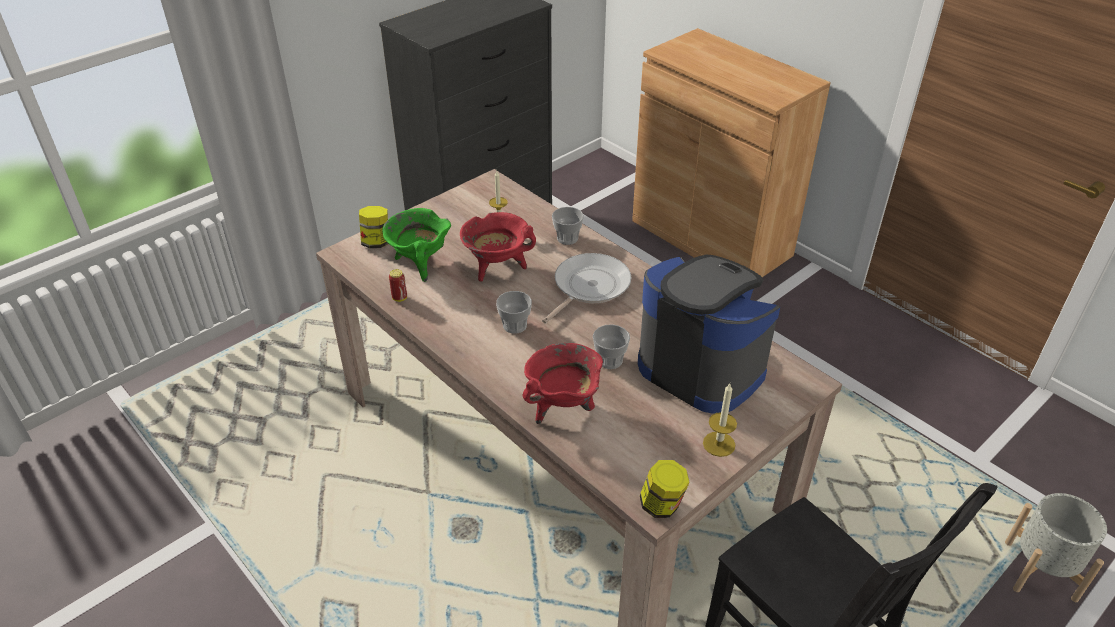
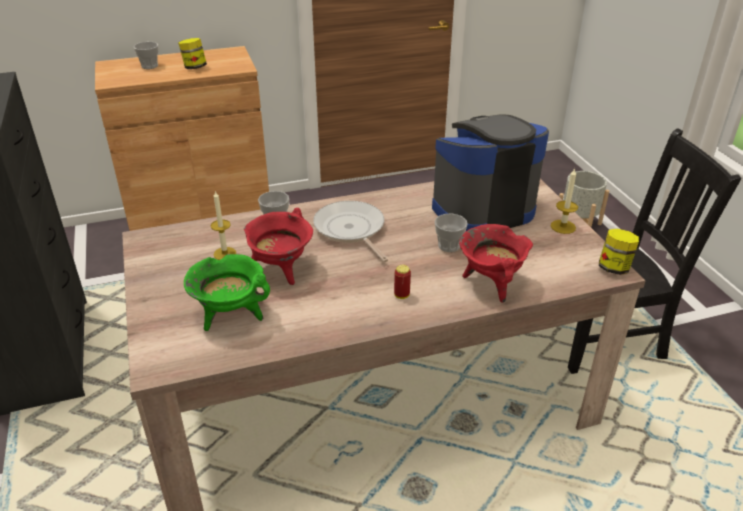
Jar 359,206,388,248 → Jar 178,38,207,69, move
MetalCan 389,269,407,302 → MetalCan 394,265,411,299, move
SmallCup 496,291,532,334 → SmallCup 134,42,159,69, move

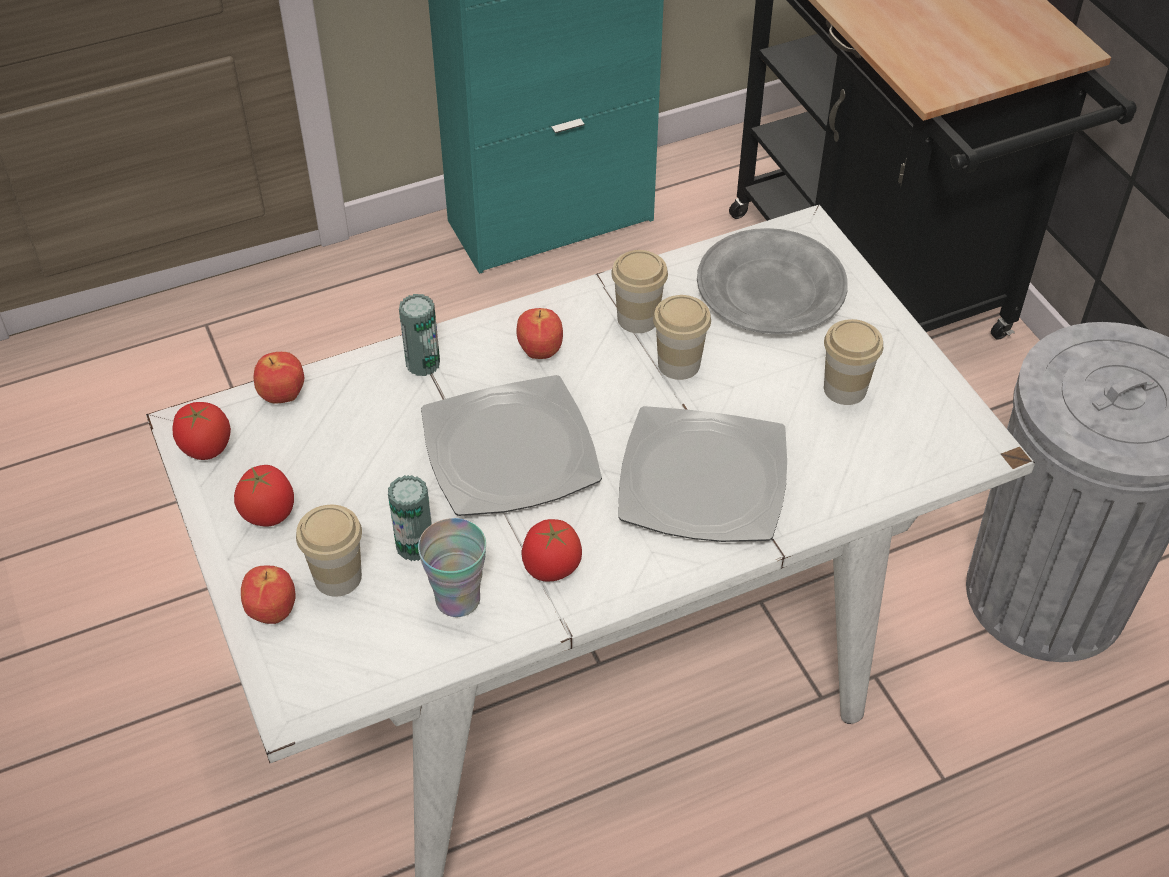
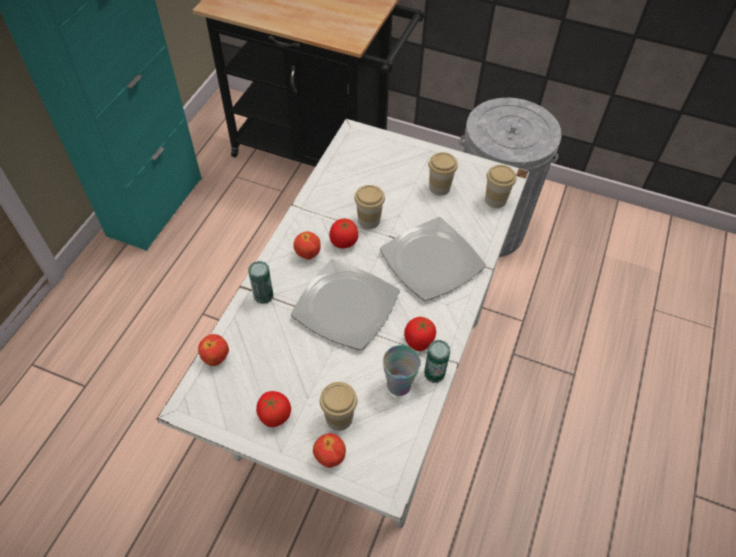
GrayDinnerPlate 697,228,848,334 → -
SmallCup 611,250,668,333 → SmallCup 485,165,516,208, move
WholeTomato 172,402,231,460 → WholeTomato 329,219,358,248, move
MetalCan 388,475,432,561 → MetalCan 424,340,450,383, move

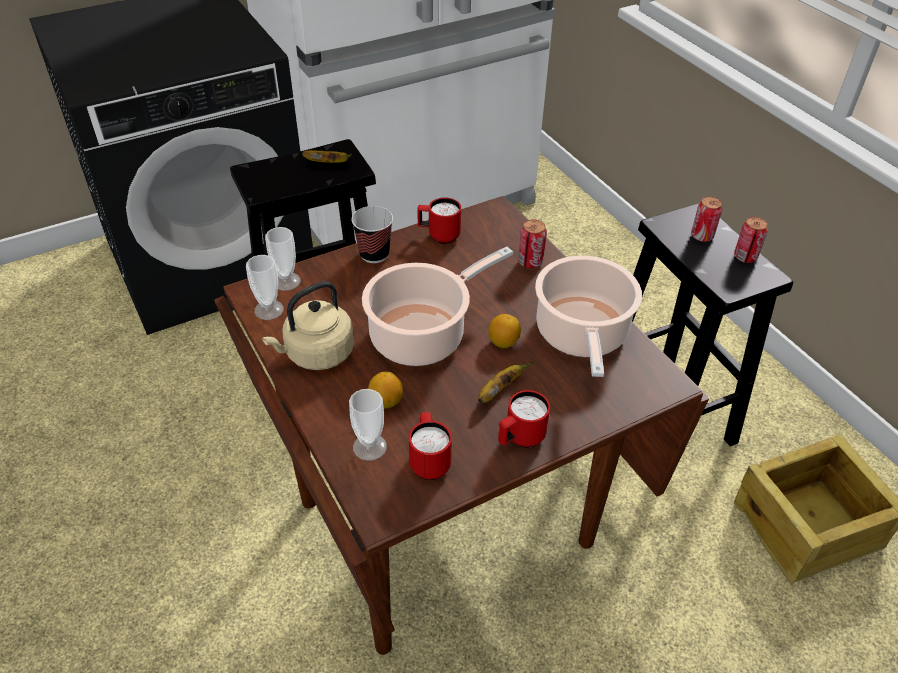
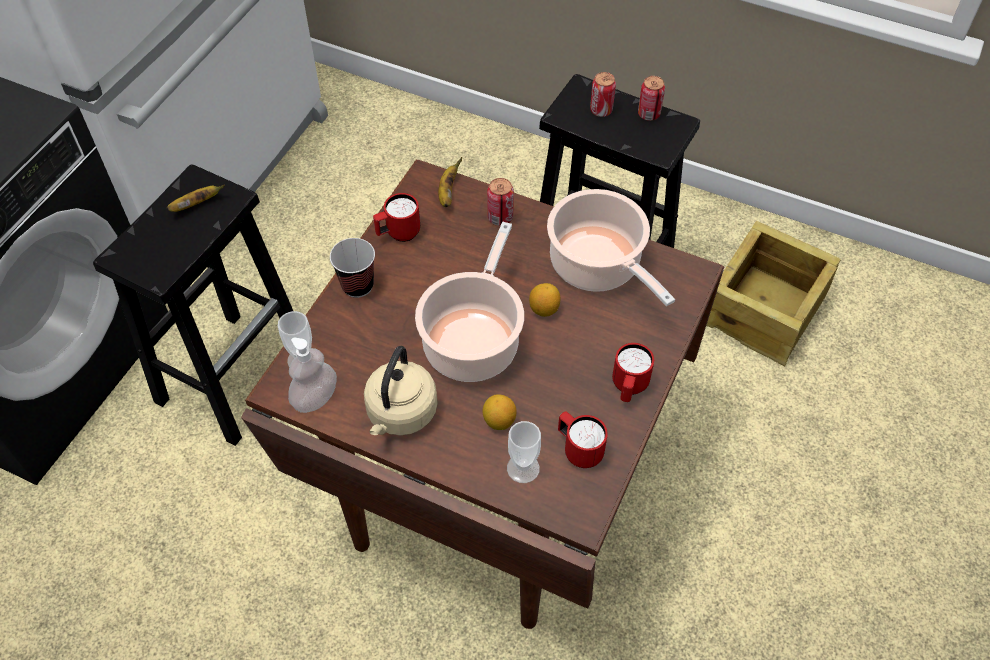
SmallCup 246,255,284,320 → LiquidSoapBottle 288,338,337,413
Banana 478,361,533,403 → Banana 438,157,462,207, move

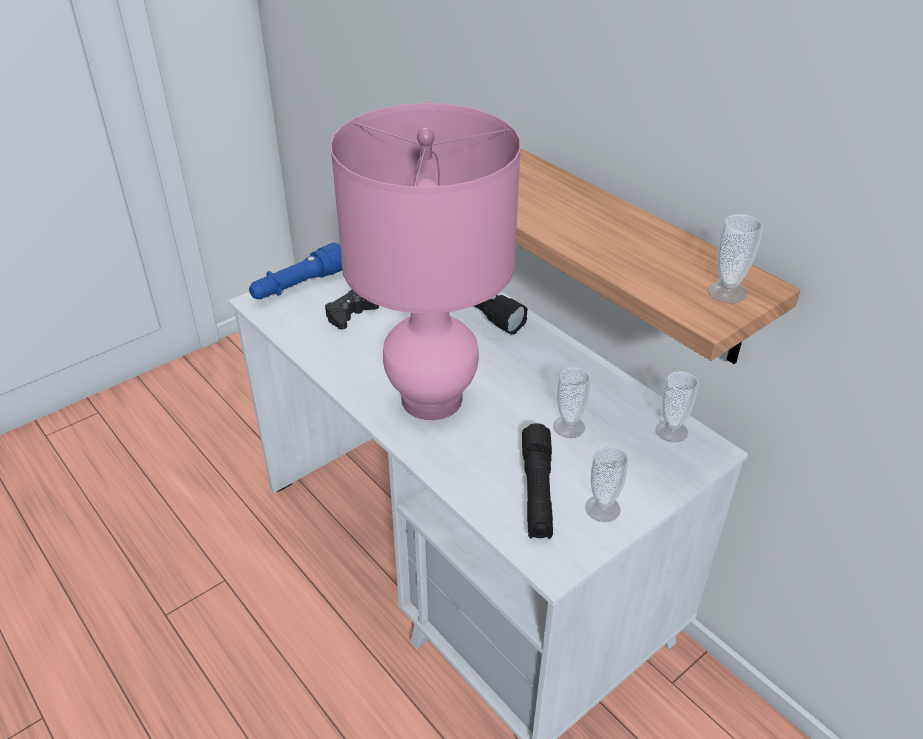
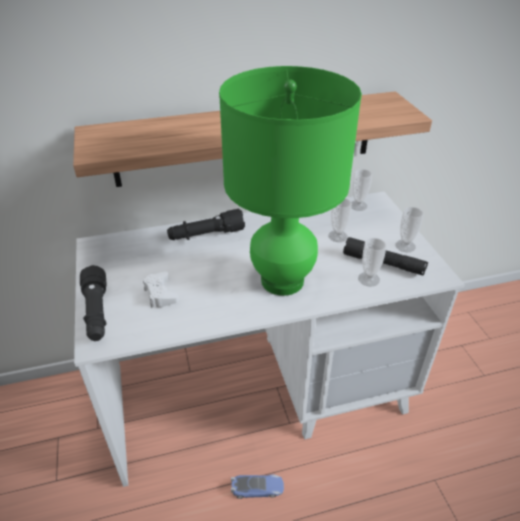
PinkishLampForATable 330,103,521,420 → GreenishLampForATable 219,66,362,296
SmallCup 708,214,763,303 → SmallCup 358,238,386,287, move
BlueColouredFlashlight 249,243,342,299 → BlackFlashlight 80,265,107,341
BlackGamepad 325,289,379,329 → WhiteGamepad 143,271,179,308
- → ToyCar 231,474,284,499

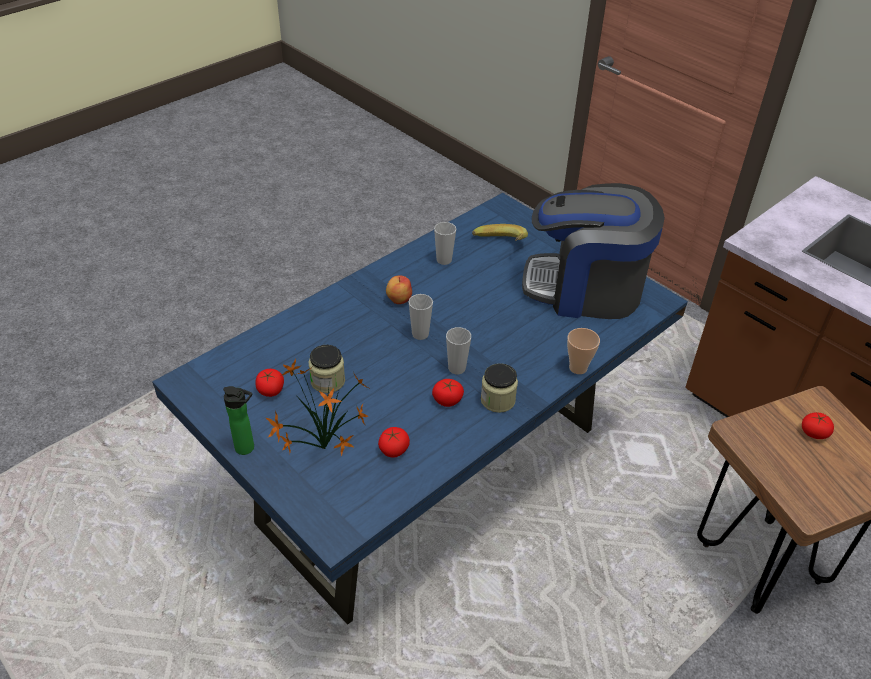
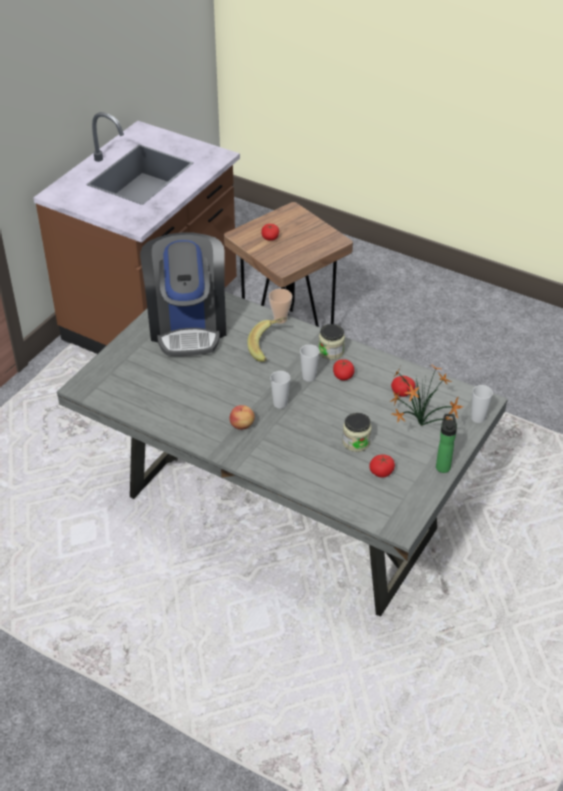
BlueColouredDiningTable 152,193,688,625 → GrayDiningTable 57,292,508,617
SmallCup 434,222,456,265 → SmallCup 471,385,493,423, move
Banana 472,224,528,241 → Banana 247,317,287,362, move

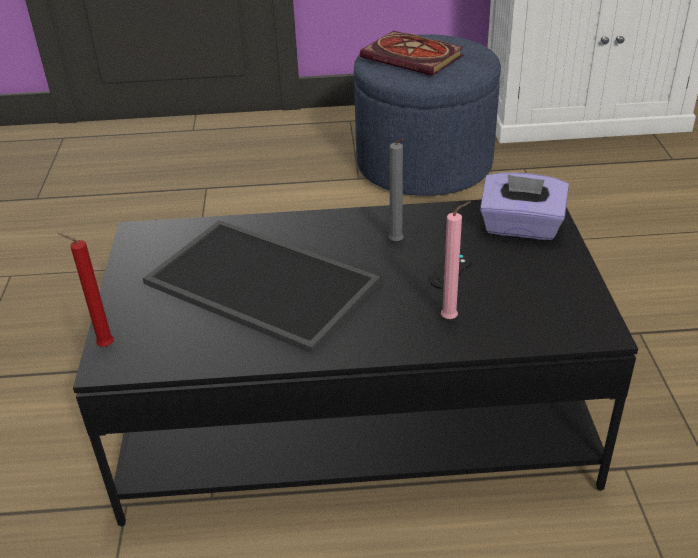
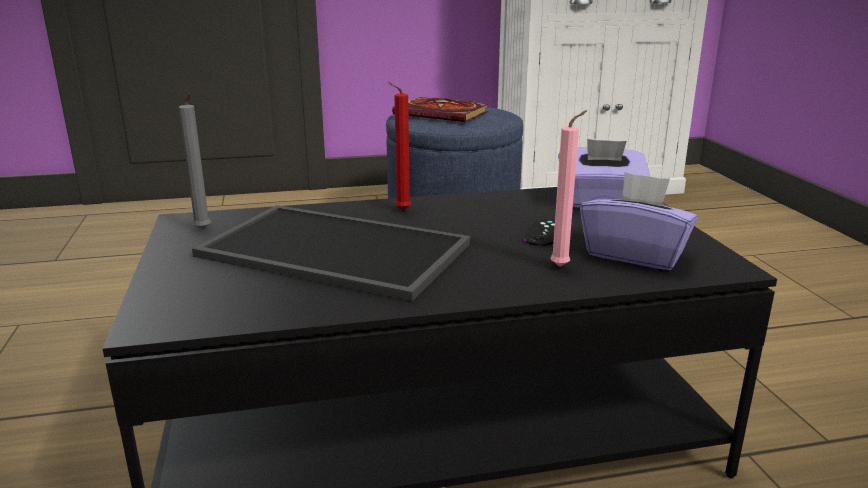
GrayWaxCandle 388,139,404,242 → GrayWaxCandle 179,93,211,230, move
ReddishWaxCandle 58,233,114,347 → ReddishWaxCandle 387,81,411,210, move
- → PurpleColouredTissueBox 580,172,698,270

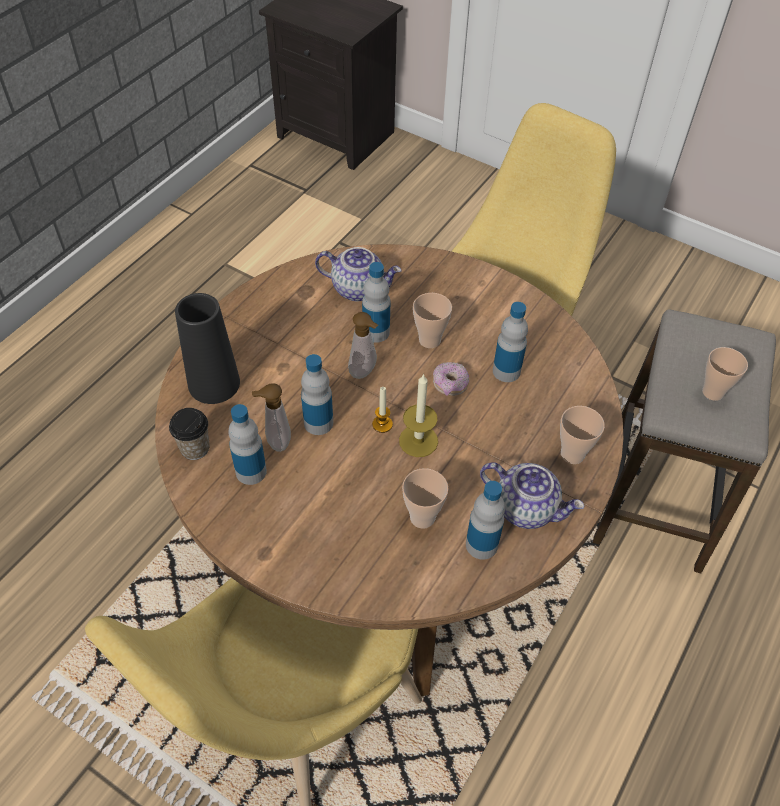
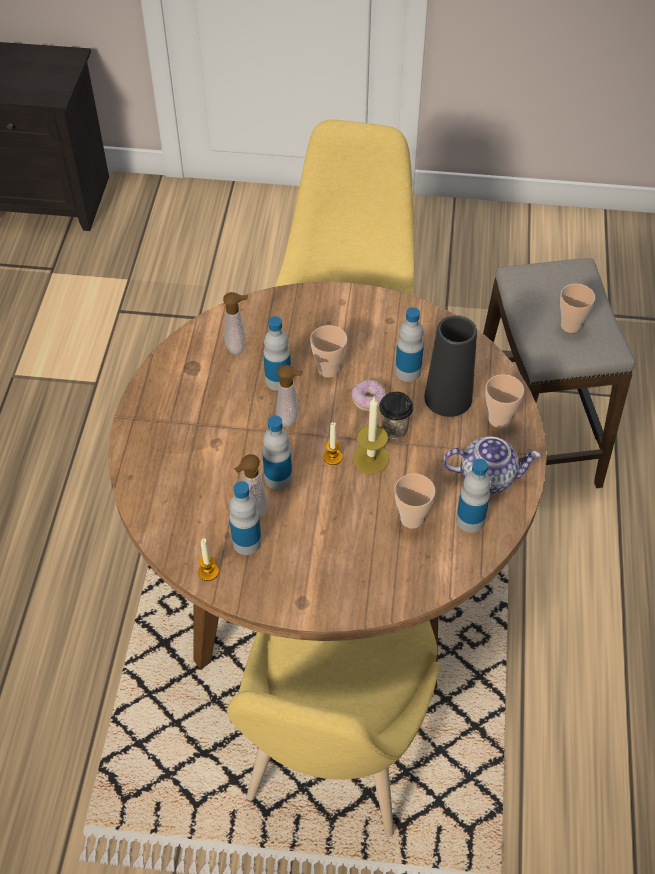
Teapot 315,247,402,302 → LiquidSoapBottle 223,292,248,355
BlackDecorativeVase 175,293,240,404 → BlackDecorativeVase 424,315,477,417, move
SmallCup 169,408,210,460 → SmallCup 379,392,413,439, move
- → WaxCandle 198,538,219,581

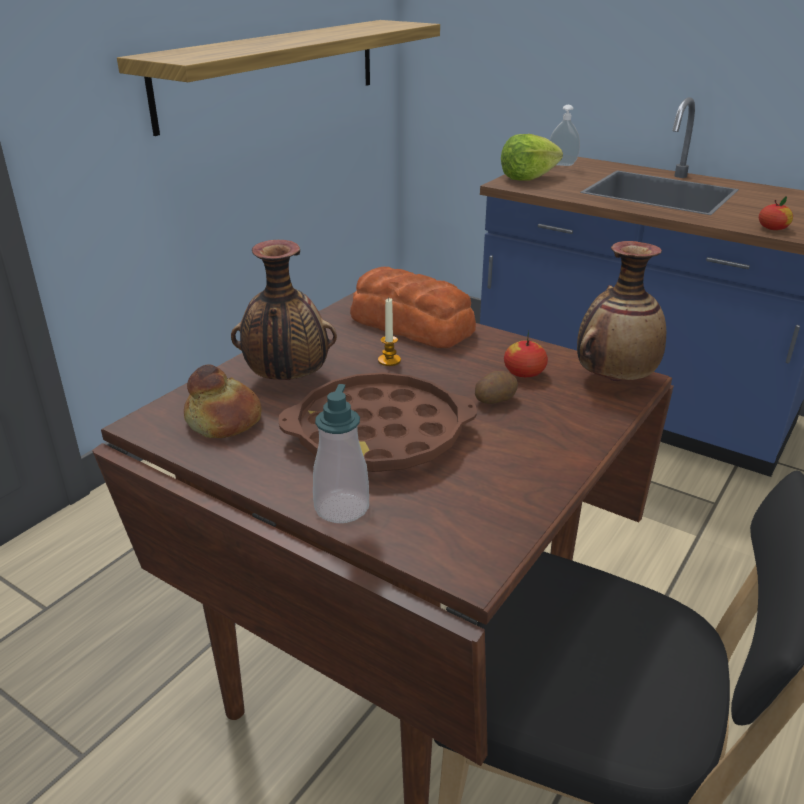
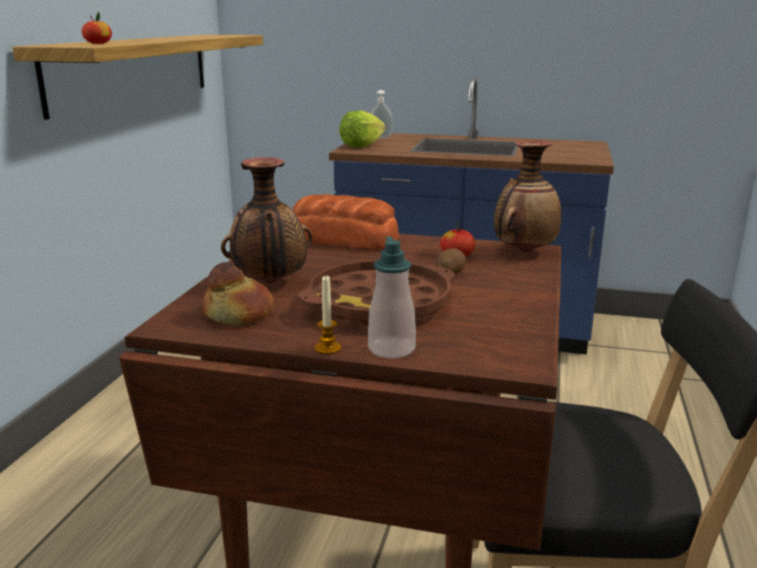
WholeApple 759,196,793,230 → WholeApple 82,12,112,44, move
WaxCandle 378,298,401,366 → WaxCandle 315,276,341,355, move

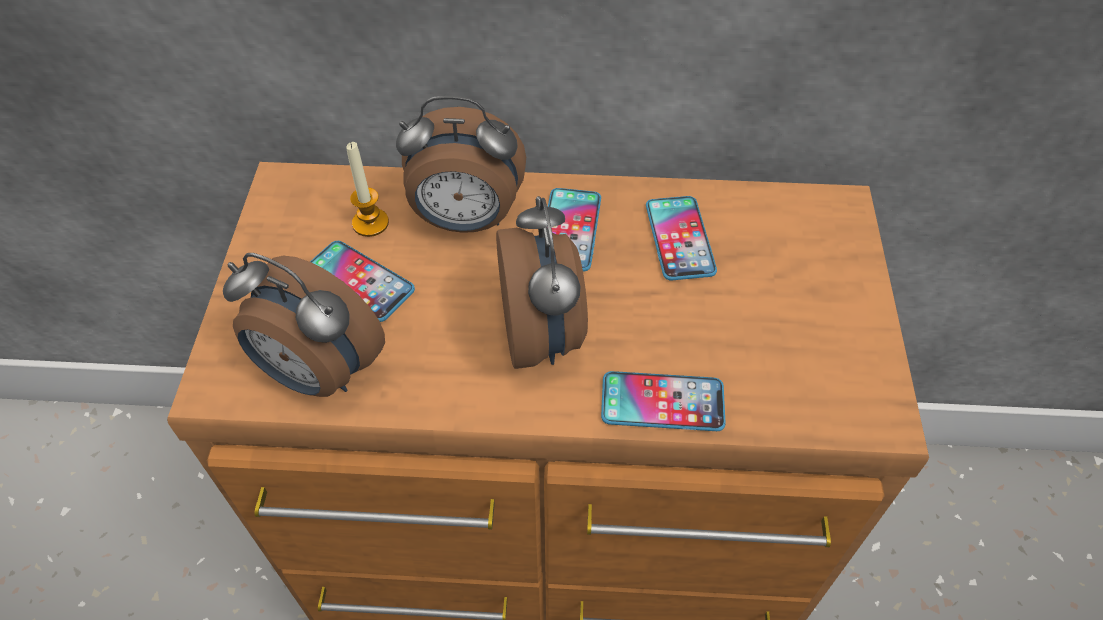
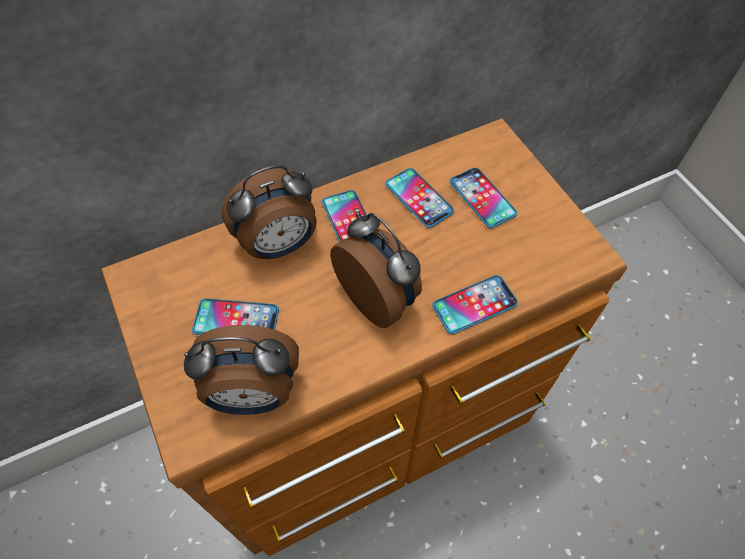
WaxCandle 346,142,389,237 → -
- → Phone 450,168,517,228

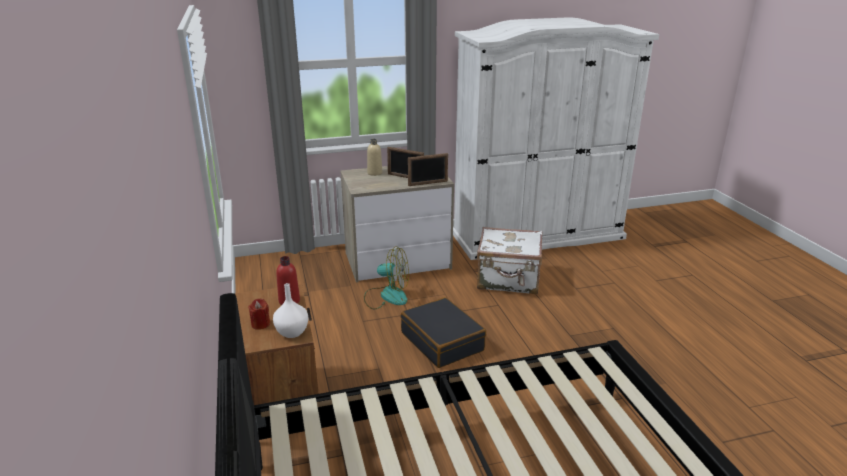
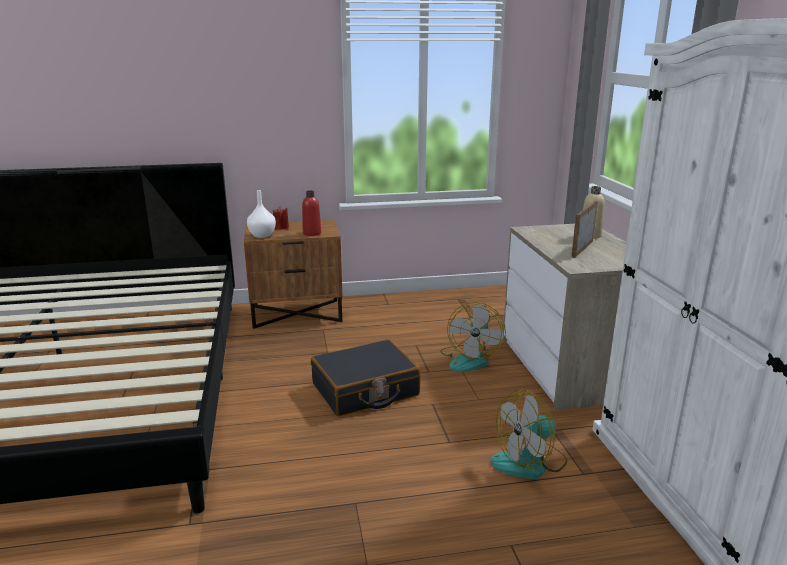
StandingFrame 408,153,448,186 → -
WhiteSuitcase 477,227,542,294 → CoolingFan 490,389,567,479

